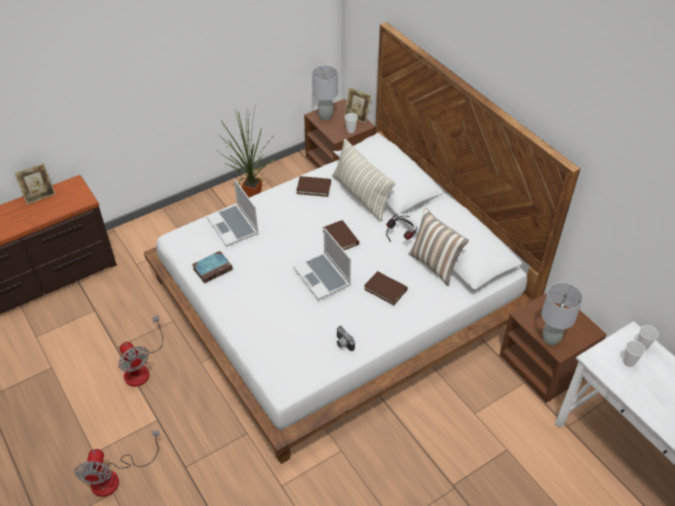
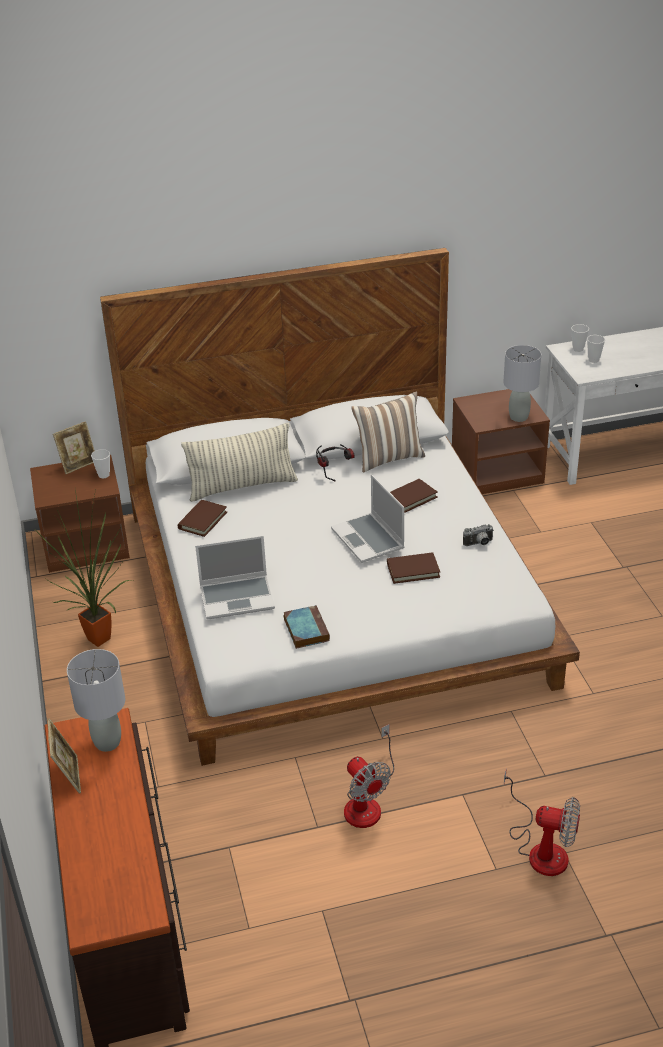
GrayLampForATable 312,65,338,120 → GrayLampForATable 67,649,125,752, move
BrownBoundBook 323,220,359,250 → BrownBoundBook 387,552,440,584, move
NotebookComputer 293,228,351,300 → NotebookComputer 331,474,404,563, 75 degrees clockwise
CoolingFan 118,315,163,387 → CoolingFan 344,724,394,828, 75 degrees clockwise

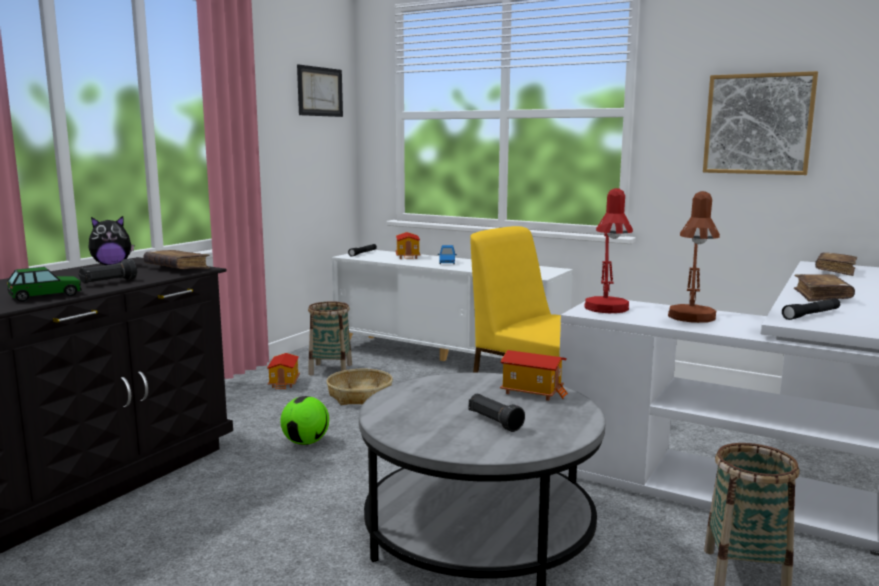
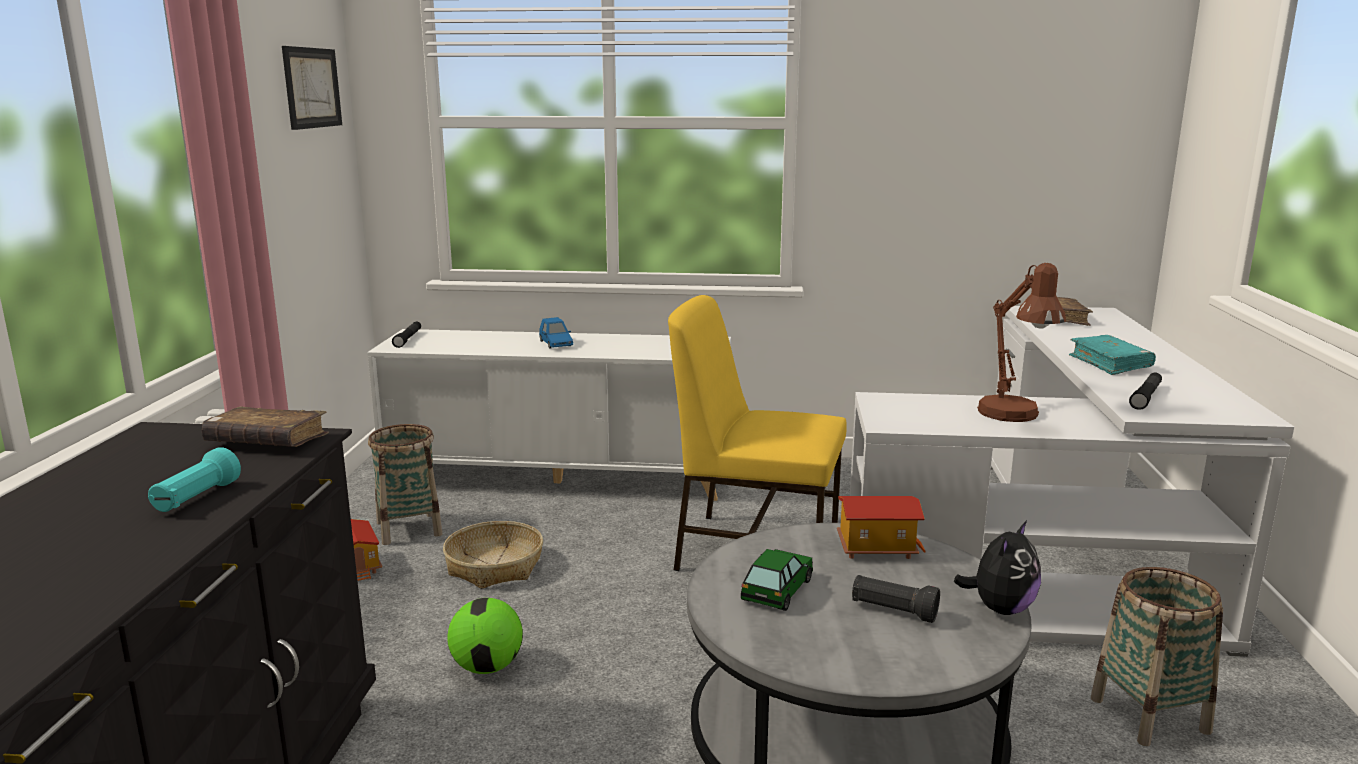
WallArt 703,71,818,175 → -
ReddishLampForATable 584,188,633,313 → -
CuddlyToy 89,216,134,265 → CuddlyToy 954,520,1041,615, move
ModelHouse 395,232,421,260 → -
BlackFlashlight 78,258,137,284 → TurquoiseColouredFlashlight 148,447,241,512
ToyCar 7,267,82,302 → ToyCar 741,549,813,611, move
BrownBoundBook 794,274,855,302 → TurquoiseColouredBoundBook 1069,335,1156,375

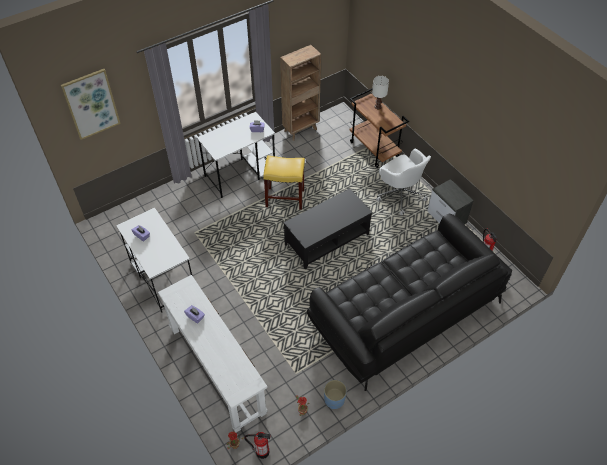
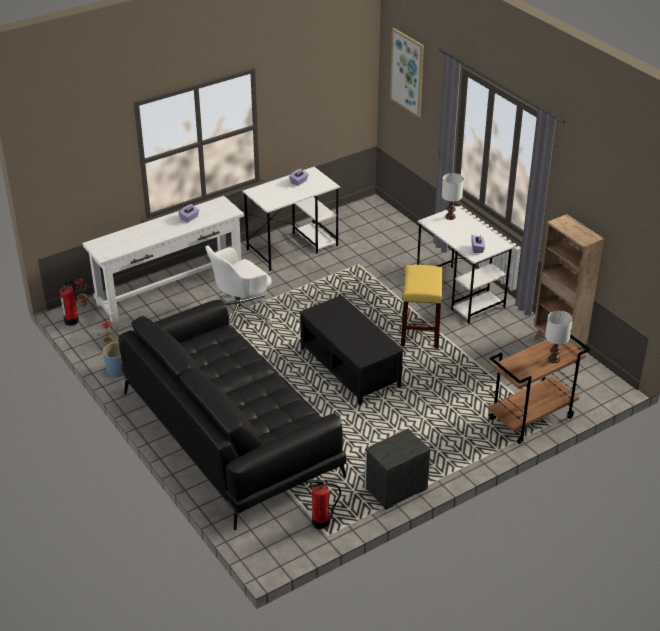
WhiteComputerChair 376,149,431,215 → WhiteComputerChair 205,246,272,326, move
- → WhiteLampForATable 442,173,464,220

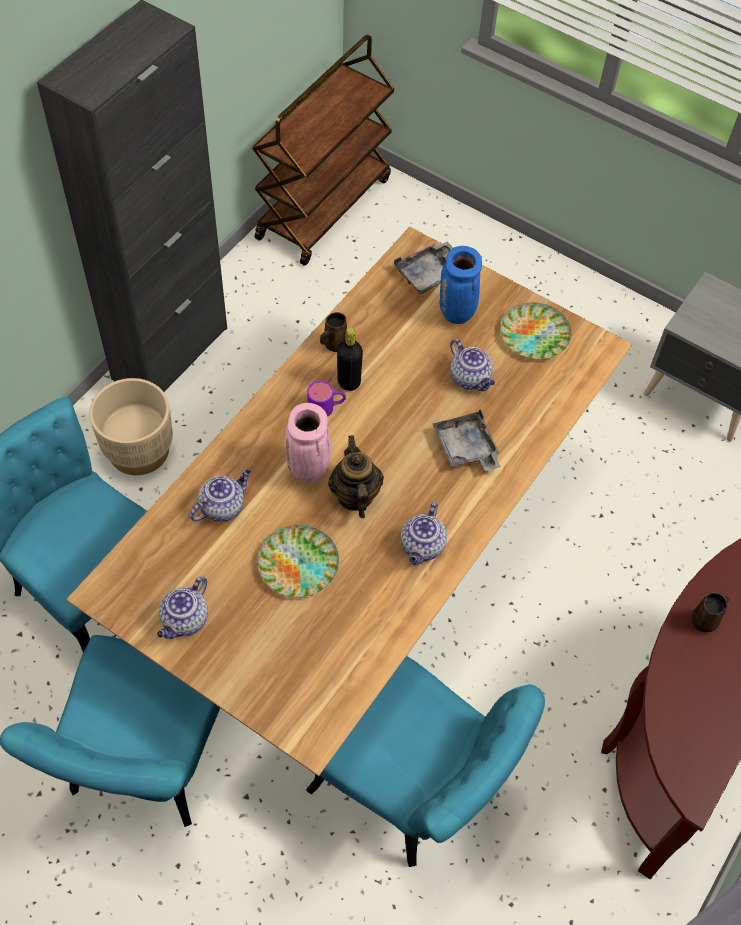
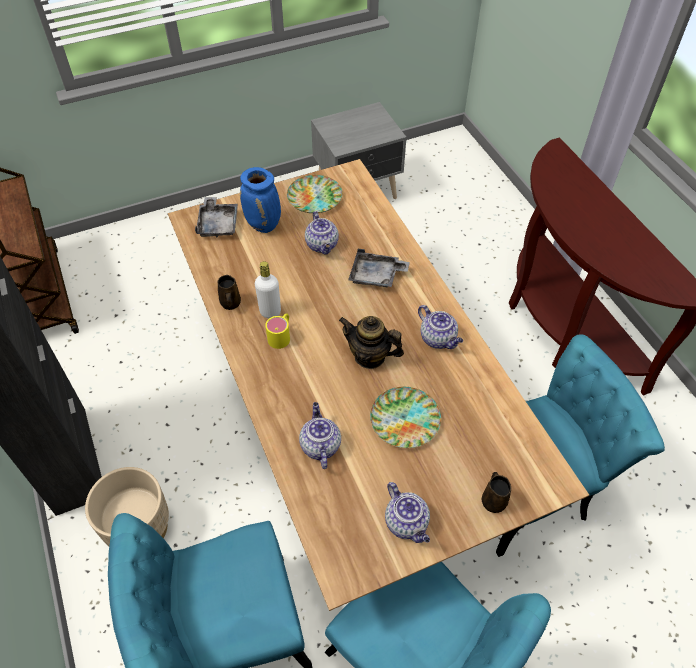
BlackDrinkBottle 337,327,363,391 → WhiteDrinkBottle 255,261,281,318
Teapot 450,339,495,391 → Teapot 305,211,339,255, 75 degrees clockwise
PurpleColouredTeaMug 307,381,346,417 → YellowColouredTeaMug 265,313,290,349
PinkishDecorativeVase 285,403,331,482 → -
BrownTeaMug 692,592,729,632 → BrownTeaMug 482,472,511,513, move

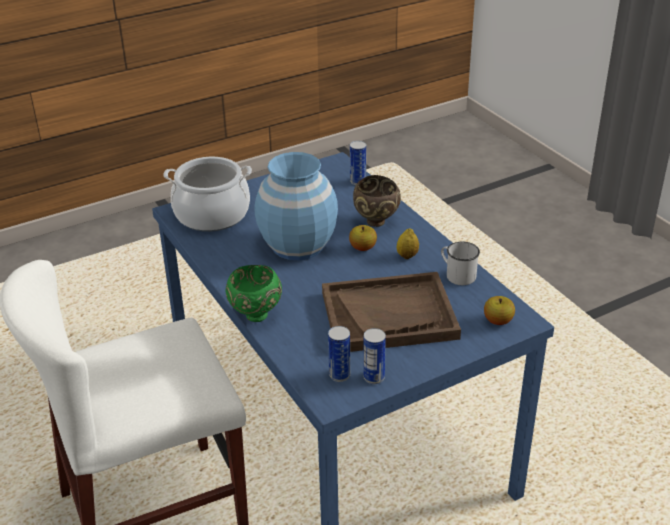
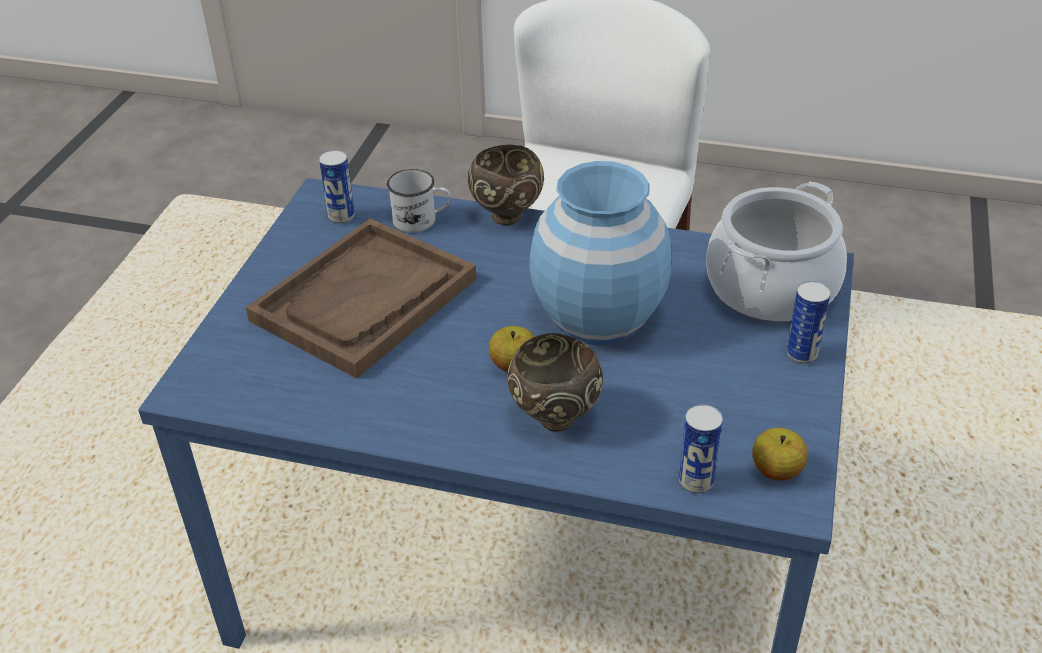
WholeLemon 397,229,419,259 → -
WhiteTeaMug 441,242,480,285 → WhiteTeaMug 387,169,451,233, move
GreenishServingBowl 226,265,282,322 → BrownServingBowl 468,145,544,226
WholeApple 484,296,515,325 → WholeApple 752,428,808,481, move
MetalCan 363,328,386,384 → MetalCan 786,281,831,364, move

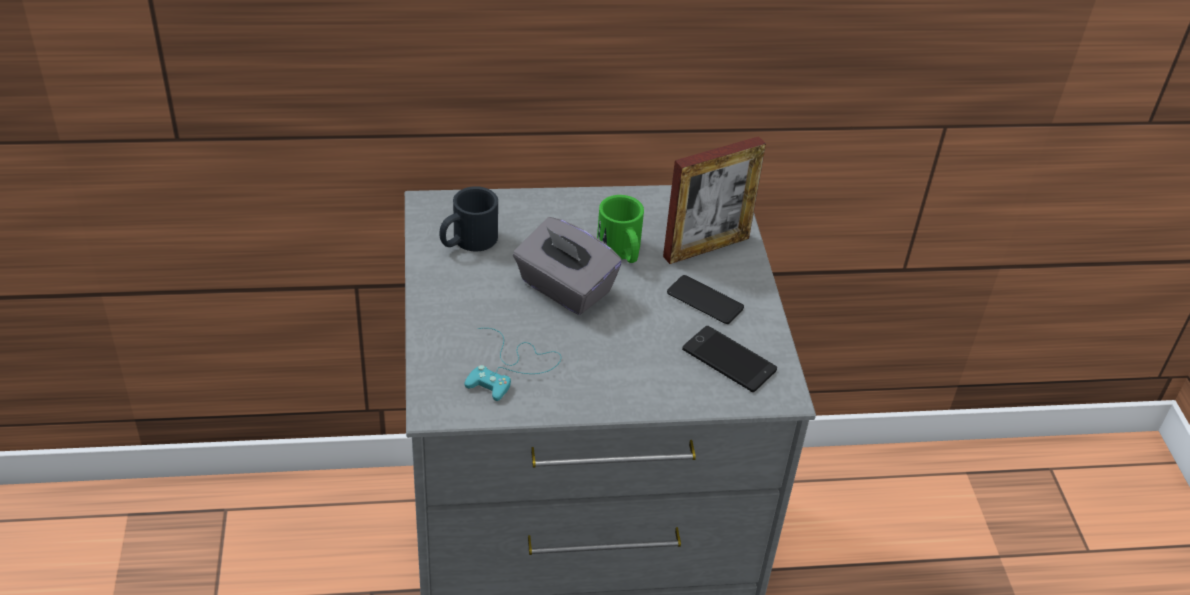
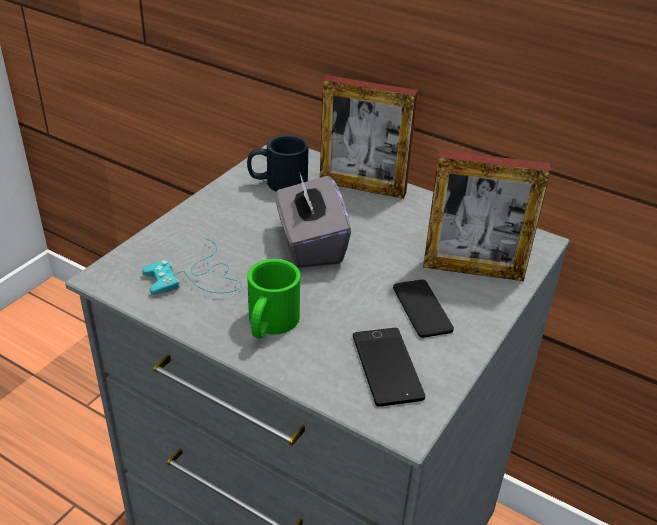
GreenishTeaMug 597,195,644,263 → GreenishTeaMug 247,259,300,339, move
- → StandingFrame 320,75,418,199

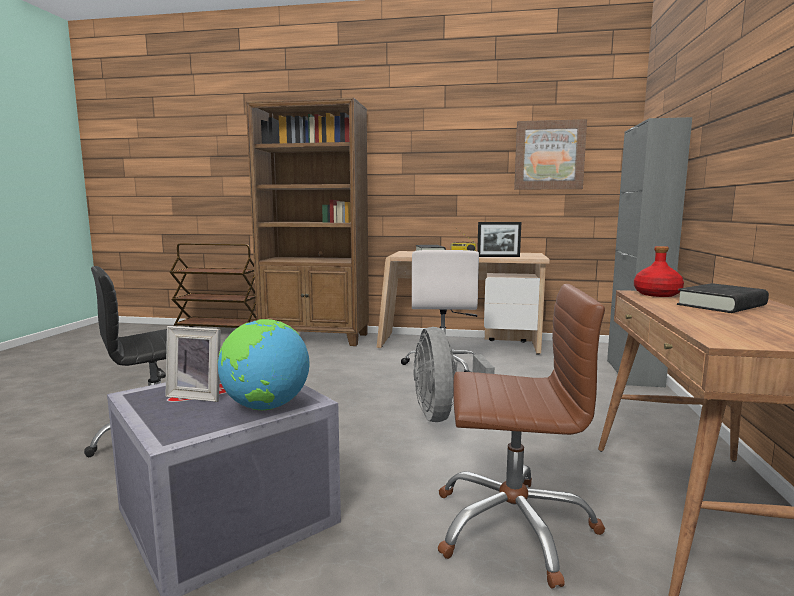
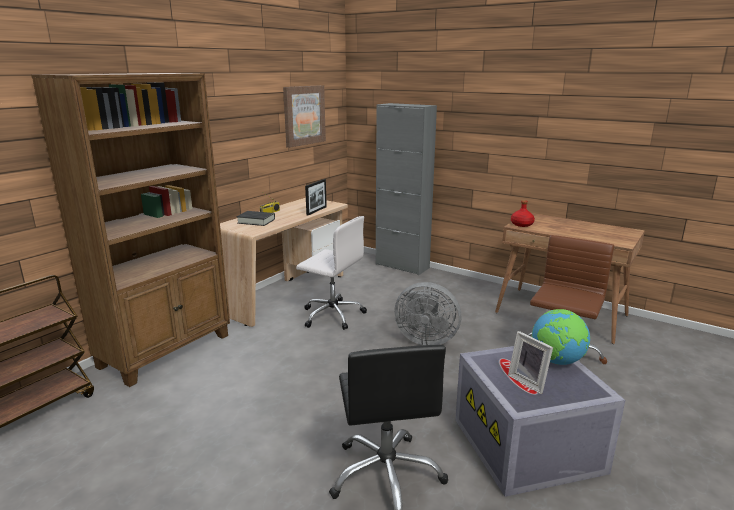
BlackBoundBook 677,283,769,313 → -
StandingFrame 165,326,221,402 → StandingFrame 508,331,553,394, 105 degrees clockwise

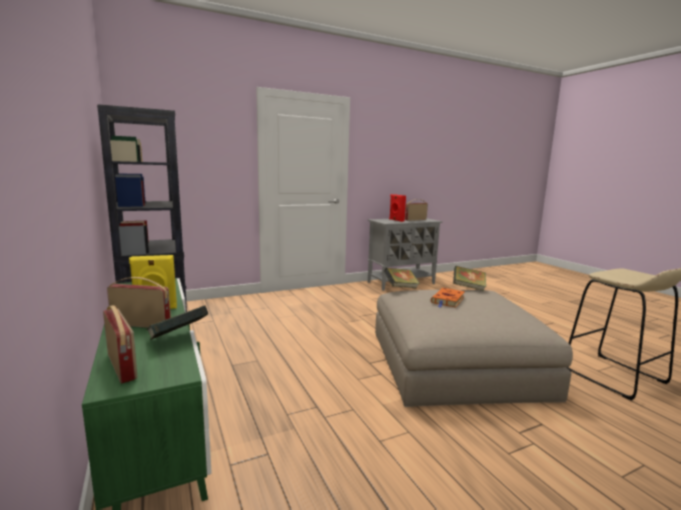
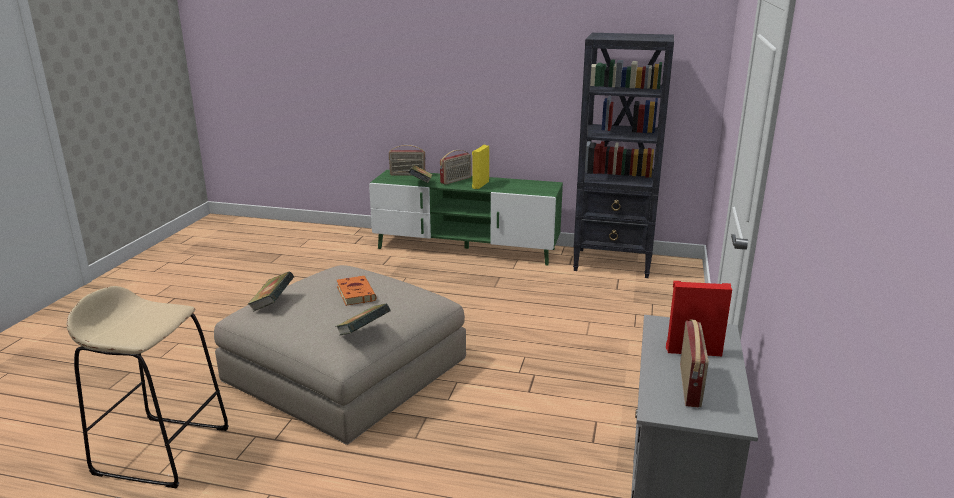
BoundBook 384,268,420,288 → BoundBook 247,272,294,312, move

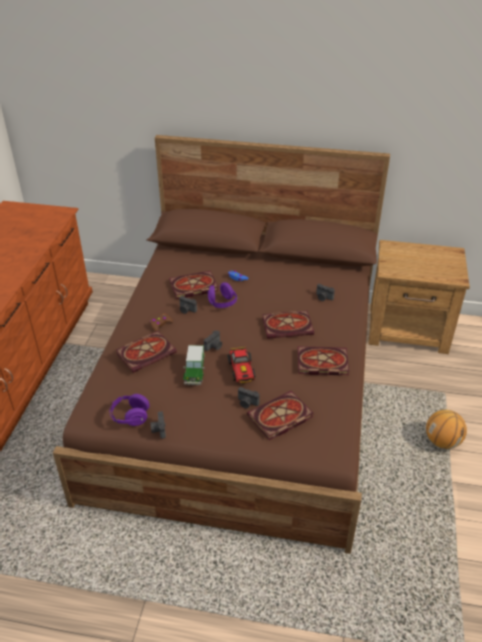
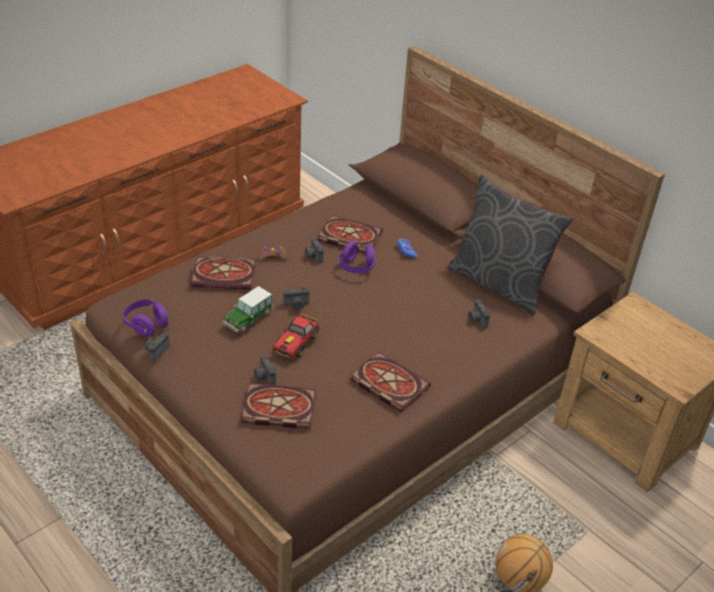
BoundBook 262,311,314,339 → -
- → GrayPillow 447,174,573,316

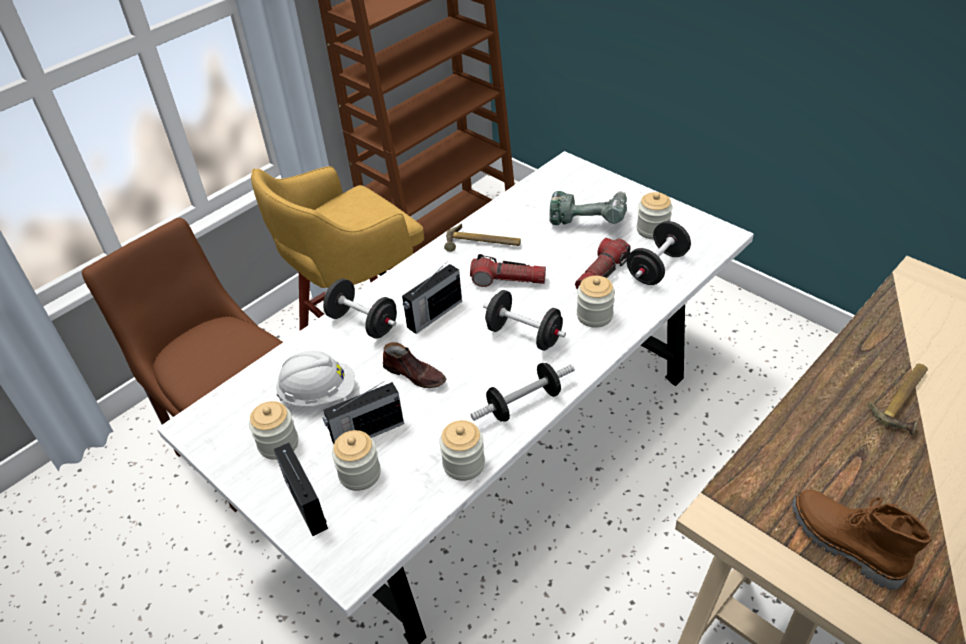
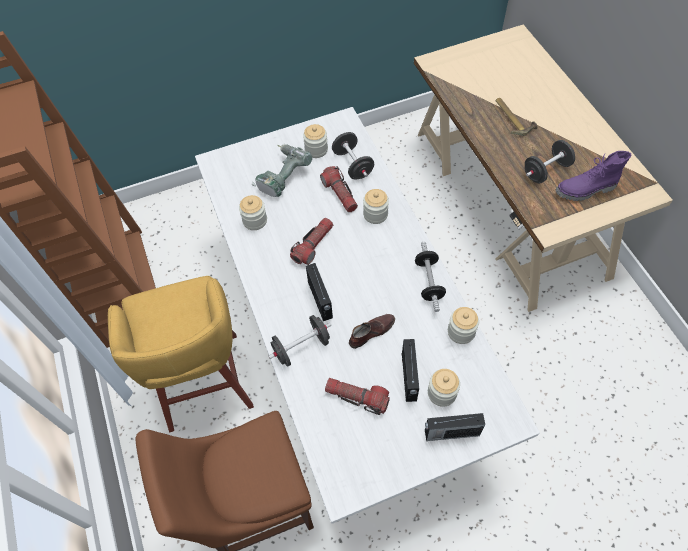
ToolHammer 444,223,521,252 → -
BlackDumbbell 483,290,566,351 → BlackDumbbell 525,140,575,183, move
WhiteHardHat 276,350,355,406 → Flashlight 325,378,390,415
Jar 249,401,298,460 → Jar 239,195,267,230, move
BrownBoot 792,490,932,590 → PurpleColouredBoot 556,151,631,201

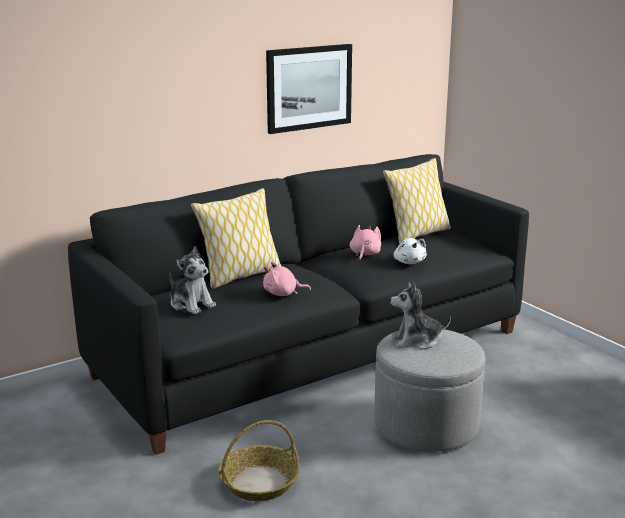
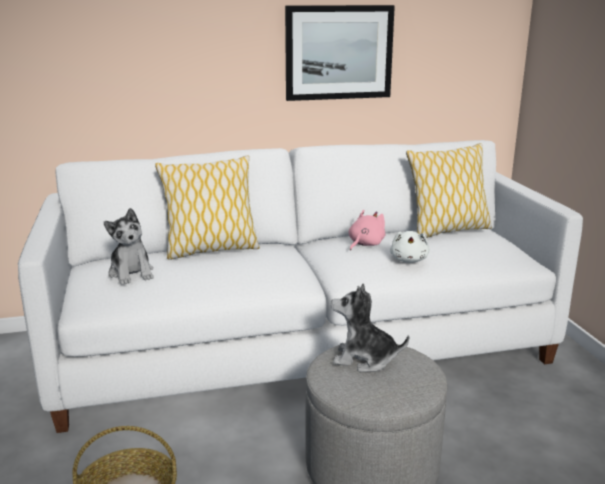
BlackSettee 68,154,529,455 → WhiteSettee 18,140,583,433
PinkishCuddlyToy 263,261,311,296 → -

